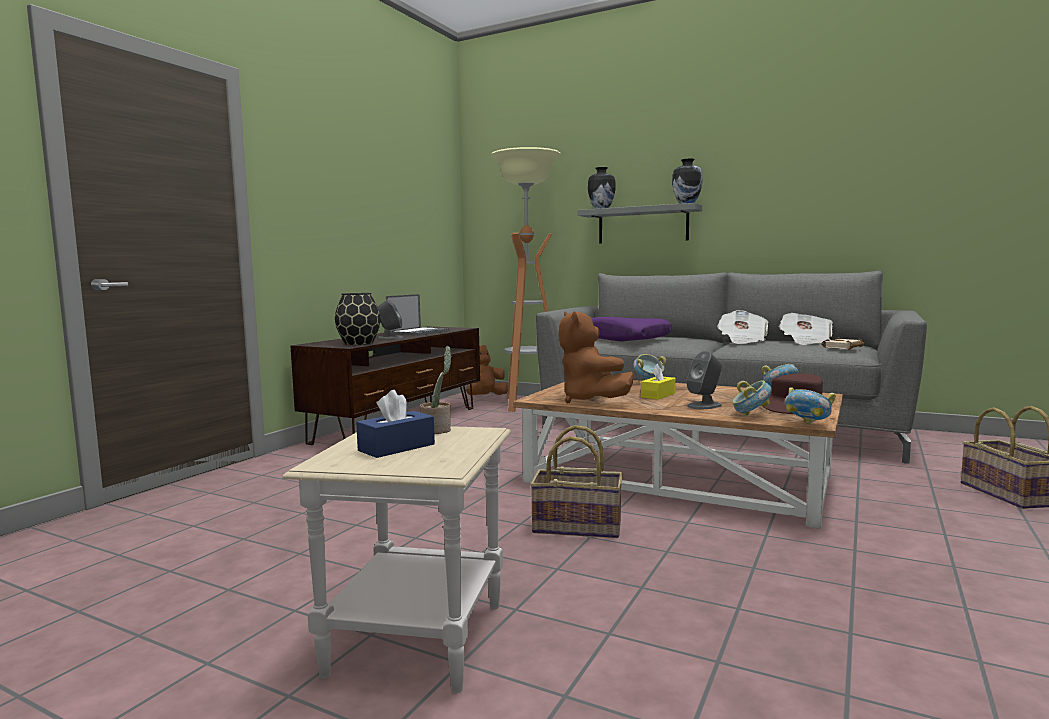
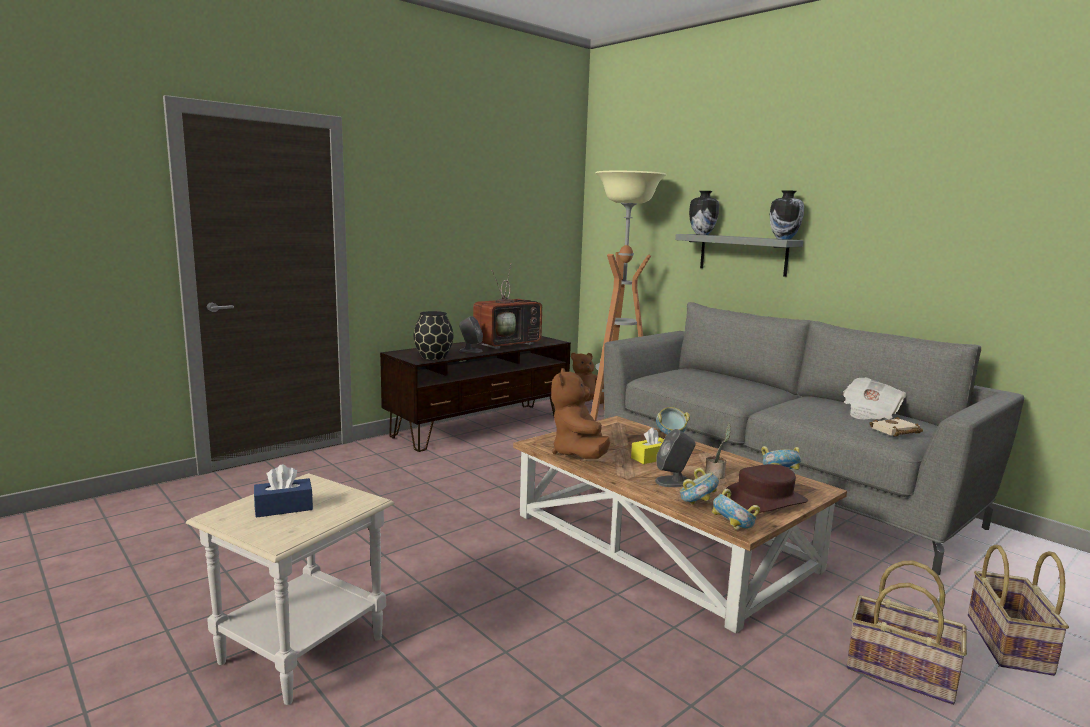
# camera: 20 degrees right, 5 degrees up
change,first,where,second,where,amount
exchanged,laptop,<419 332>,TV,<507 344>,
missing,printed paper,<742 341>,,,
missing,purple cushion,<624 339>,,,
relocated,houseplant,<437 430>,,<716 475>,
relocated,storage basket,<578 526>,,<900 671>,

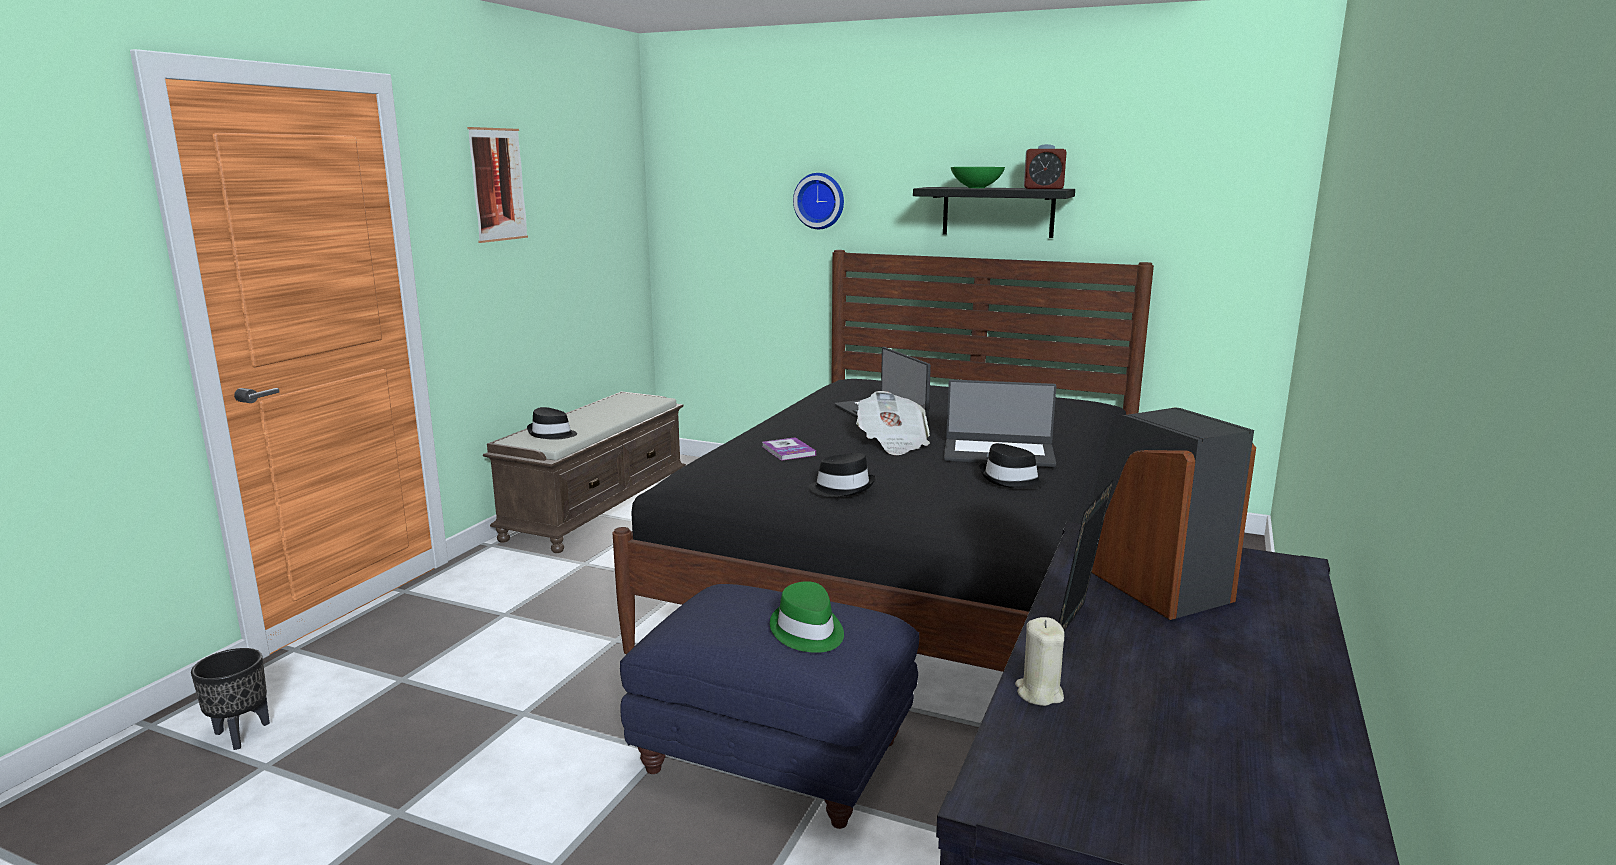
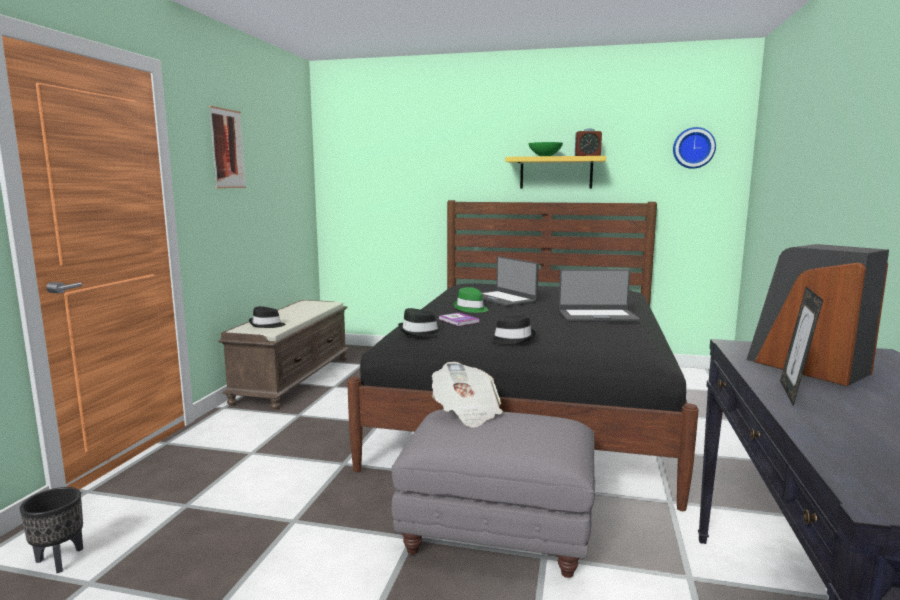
# camera: 10 degrees left, 5 degrees down
change,first,where,second,where,amount
relocated,hanging clock,<820 201>,,<693 148>,
colour,black wall shelf,<998 212>,yellow-coloured wall shelf,<556 173>,
relocated,printed paper,<892 443>,,<466 412>,
relocated,black wearable hat,<1011 480>,,<420 332>,
relocated,green wearable hat,<807 632>,,<471 308>,
colour,blue-coloured footrest,<777 758>,grey footrest,<499 533>,
missing,beige candle,<1039 693>,,,

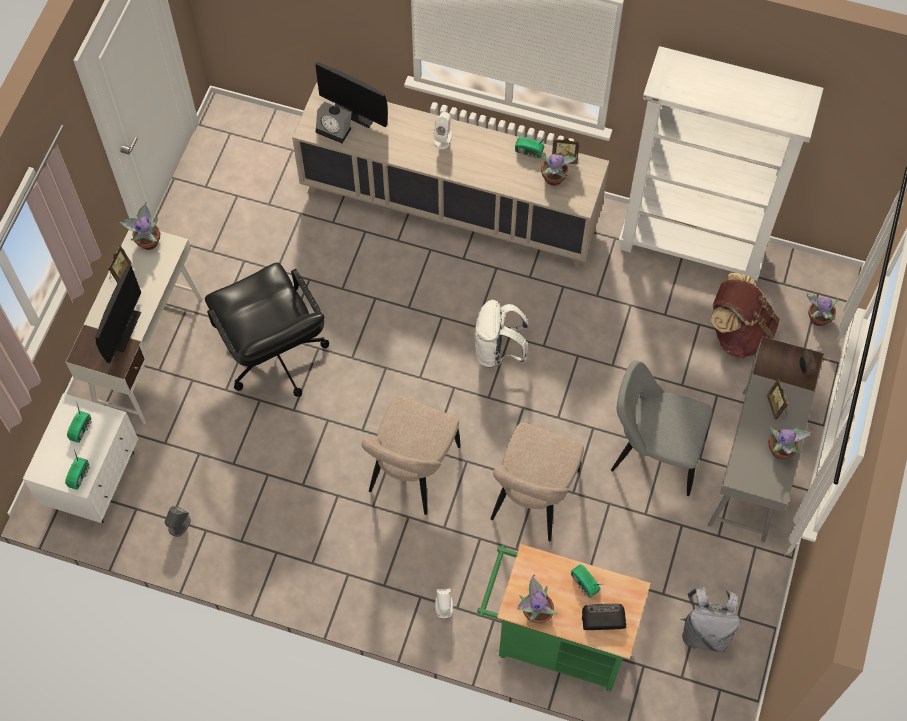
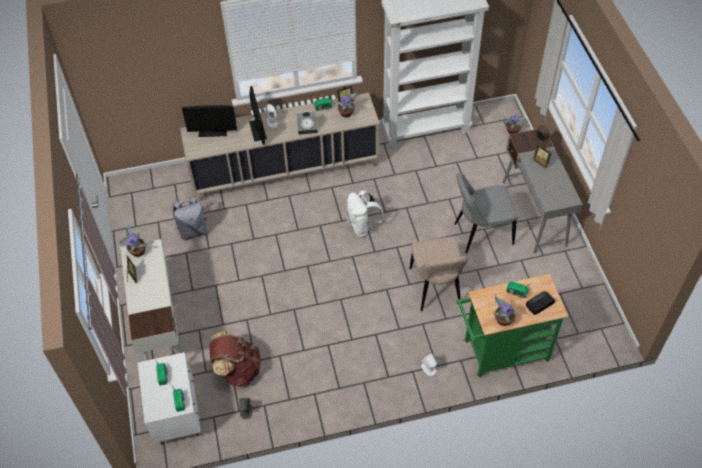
# camera: 30 degrees left, 10 degrees down
change,first,where,second,where,amount
relocated,alarm clock,<335 129>,,<308 128>,
missing,black office chair,<274 356>,,,
relocated,computer display,<122 329>,,<257 130>,
relocated,brownish rucksack,<738 332>,,<237 369>,
missing,beige plain chair,<411 473>,,,
missing,houseplant,<781 451>,,,
relocated,grey rucksack,<705 631>,,<193 231>,

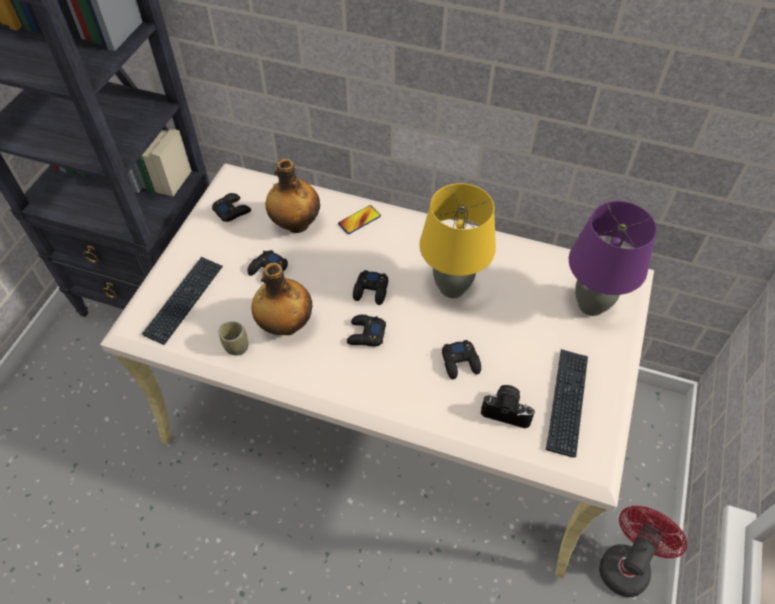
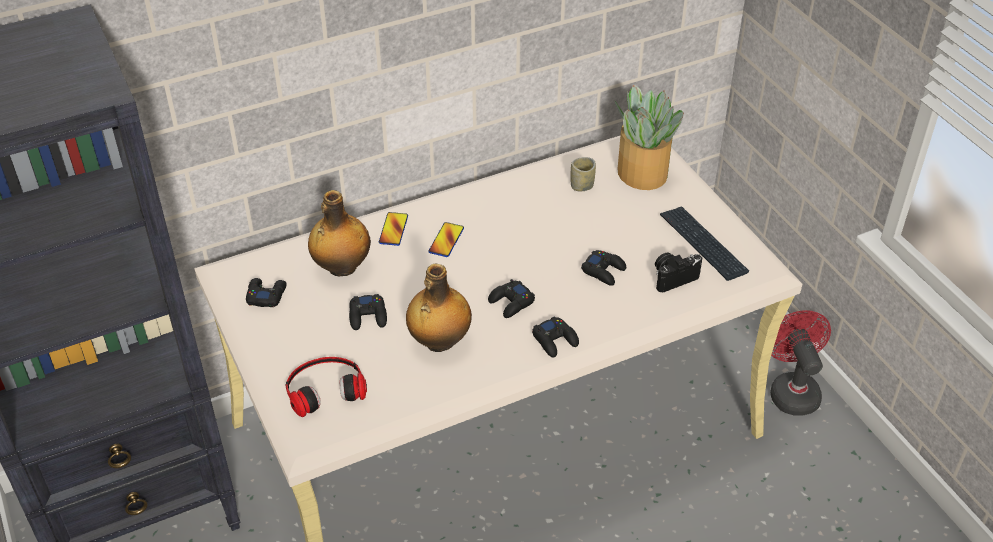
# camera: 45 degrees left, 10 degrees down
change,first,where,second,where,amount
missing,yellow-coloured lamp for a table,<452 288>,,,
exchanged,purple lamp for a table,<591 305>,houseplant,<642 174>,
exchanged,keyboard,<184 300>,pair of headphones,<325 388>,
relocated,black game controller,<371 291>,,<555 340>,
relocated,drinking cup,<236 347>,,<582 186>,
appeared,,,phone,<446 240>,

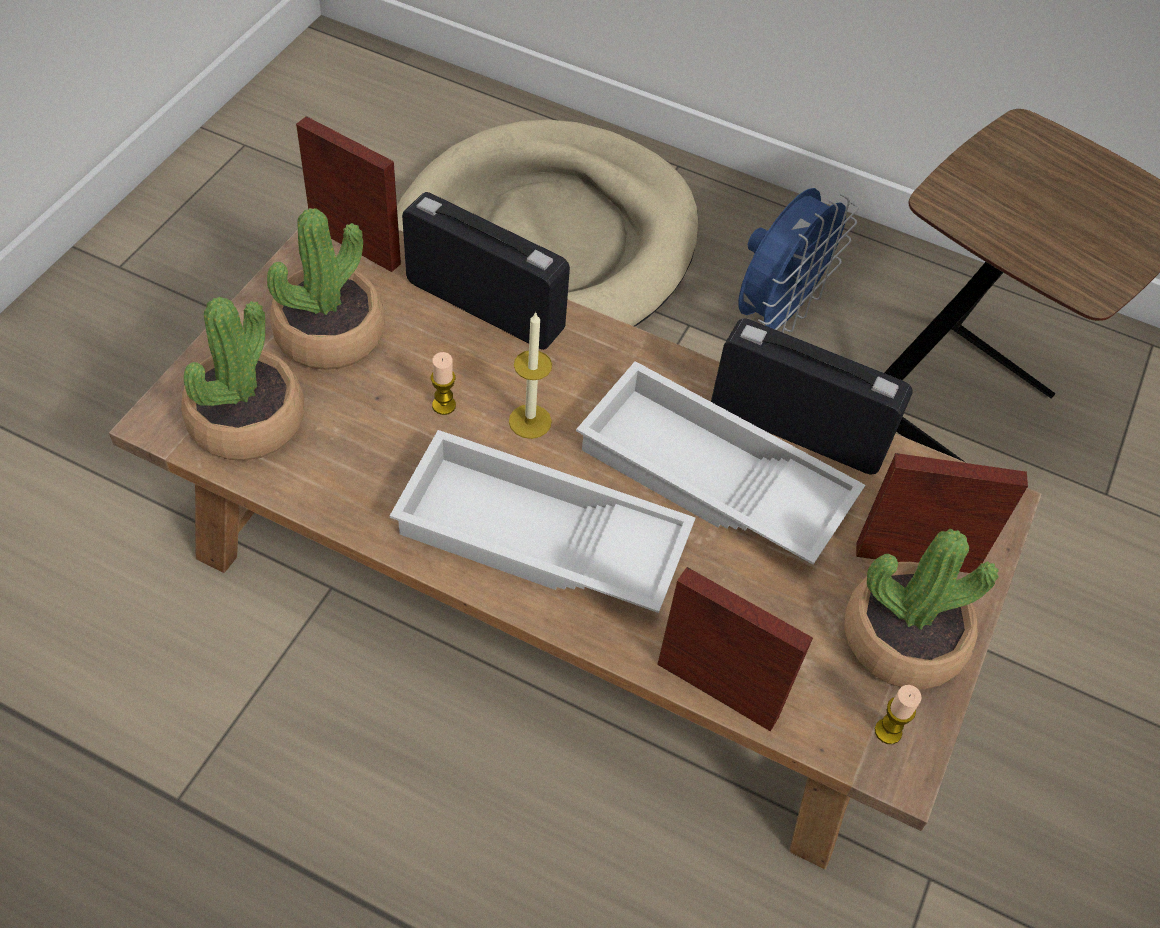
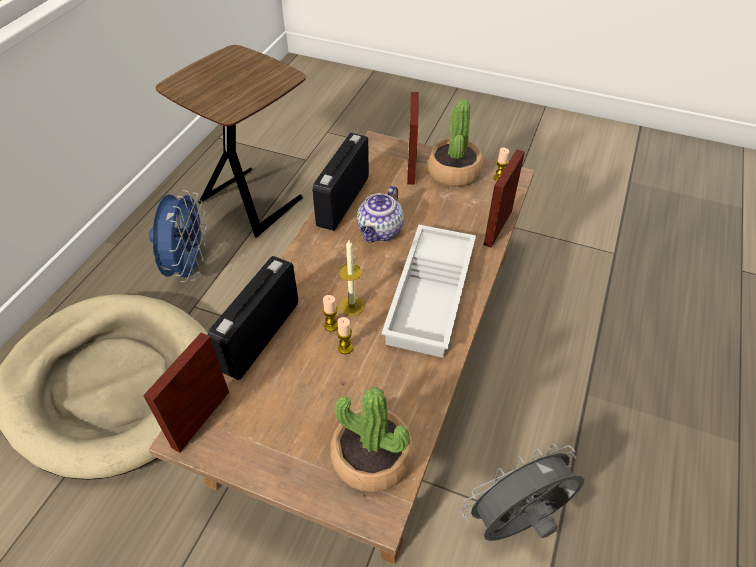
# camera: 90 degrees left, 5 degrees down
change,first,where,second,where,amount
spun,blue-coloured fan,<777 314>,,<188 267>,60 degrees clockwise
missing,houseplant,<330 333>,,,
exchanged,white tray,<709 479>,tea pot,<380 232>,
appeared,,,candle,<331 325>,
appeared,,,grey fan,<516 522>,

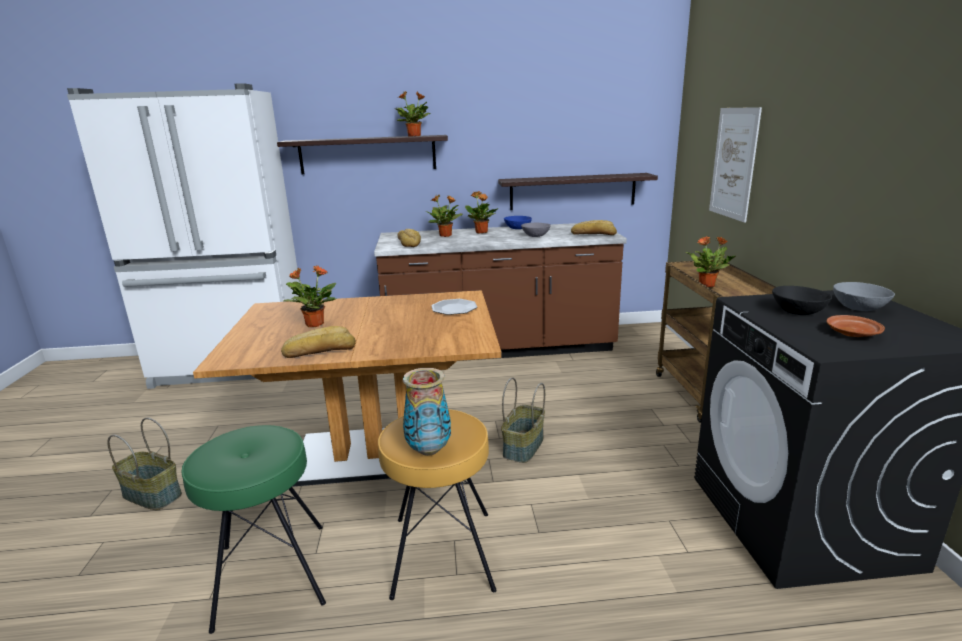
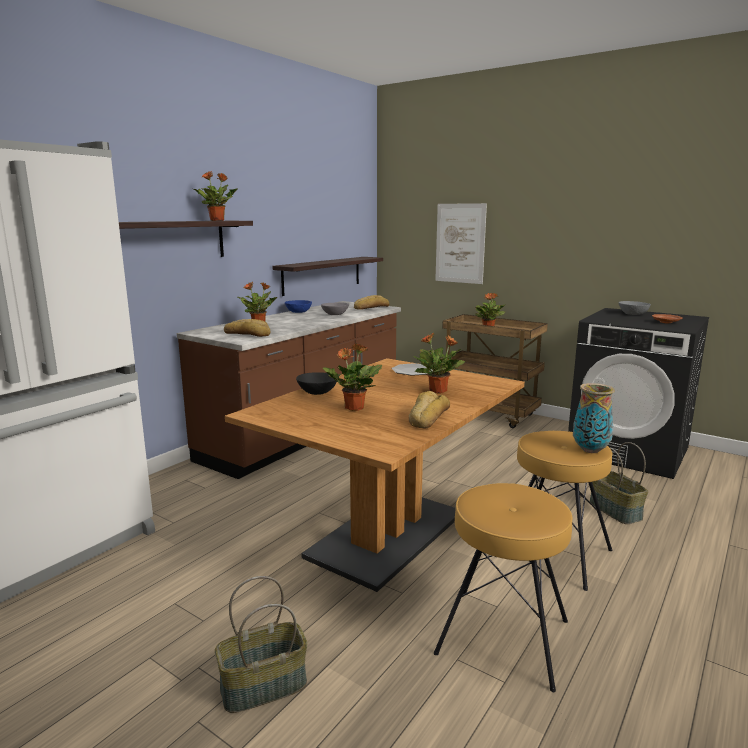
# camera: 50 degrees left, 5 degrees down
change,first,where,second,where,amount
relocated,houseplant,<481 232>,,<438 391>,
relocated,black deep dish,<797 311>,,<317 392>,
relocated,storage basket,<524 447>,,<616 510>,
colour,green stool seat,<270 574>,brownish stool seat,<503 637>,

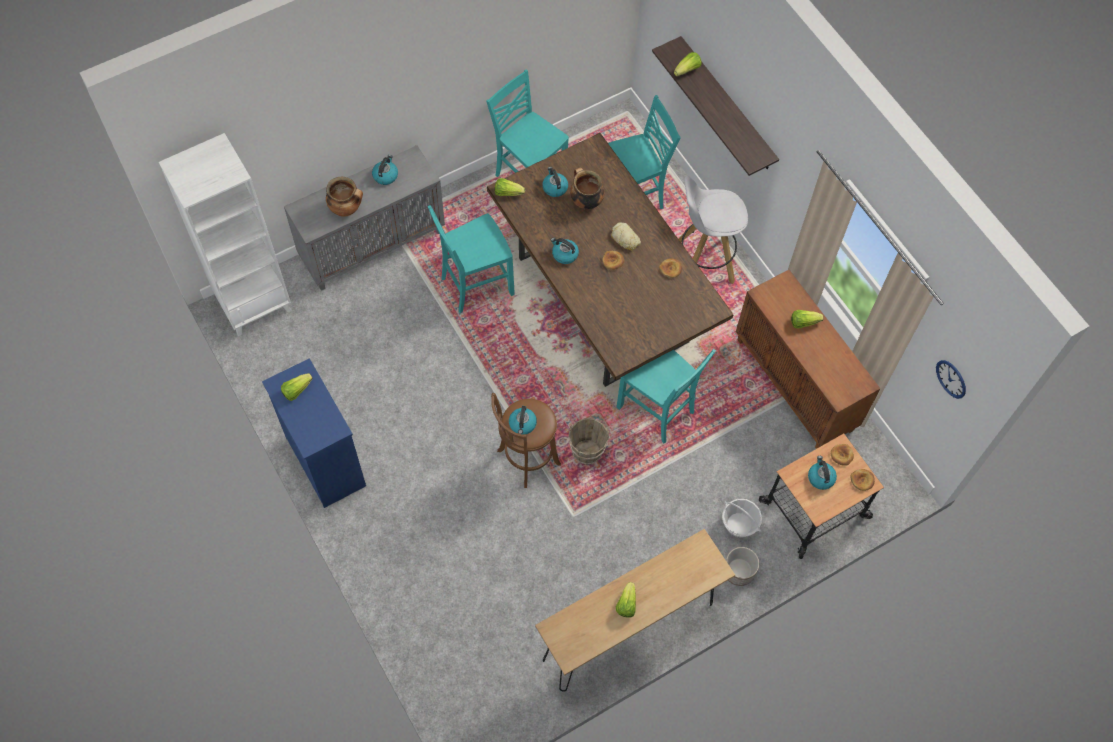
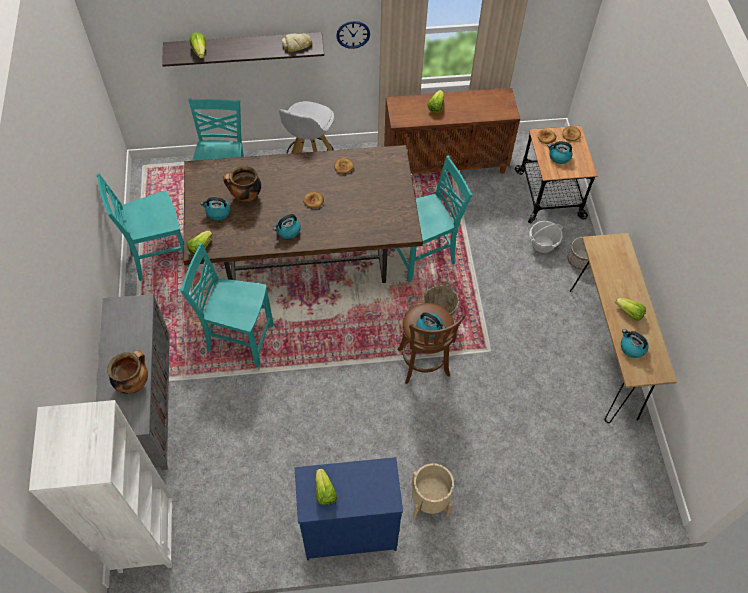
# camera: 65 degrees left, 5 degrees down
change,first,where,second,where,amount
relocated,kettle,<385 175>,,<632 347>,
spun,turquoise-coloured plain chair,<475 285>,,<238 339>,105 degrees clockwise
relocated,bread,<625 238>,,<297 45>,
relocated,hanging clock,<951 379>,,<353 34>,
appeared,,,beige planter,<430 500>,

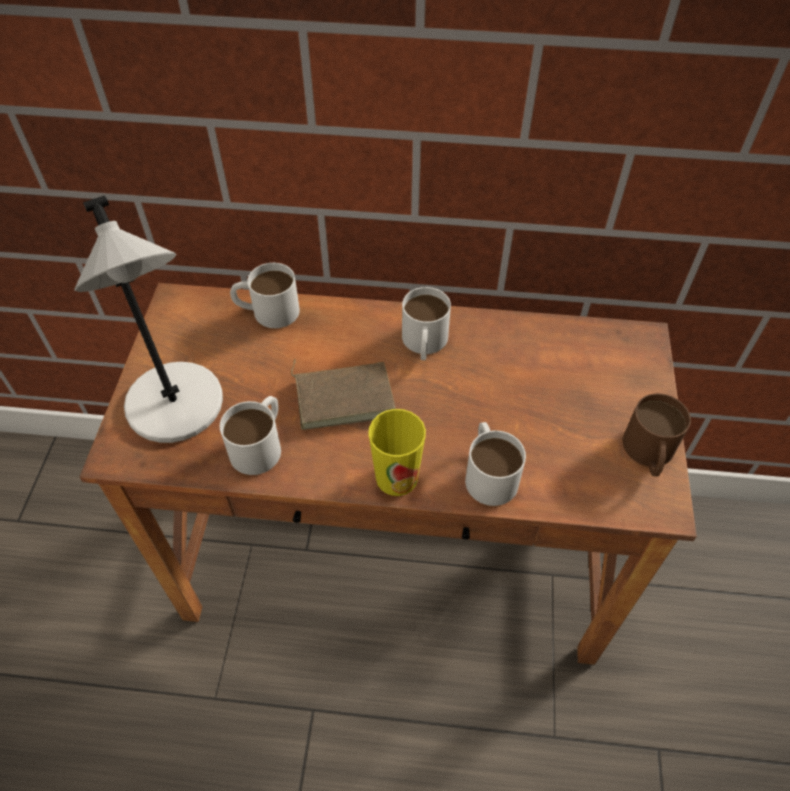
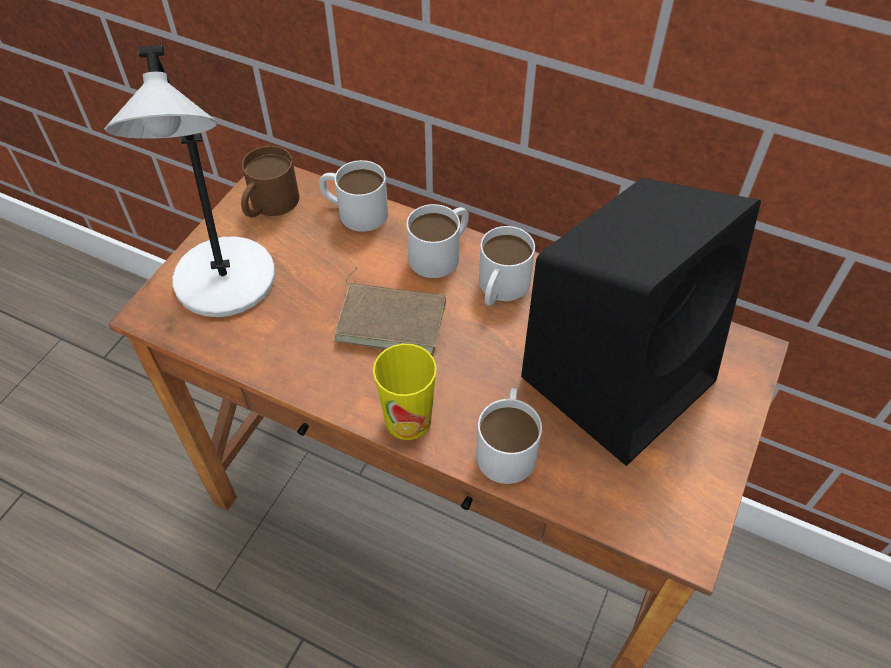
# camera: 20 degrees right, 0 degrees up
change,first,where,second,where,amount
relocated,brownish coffee mug,<649 454>,,<269 205>,
relocated,white coffee mug,<261 444>,,<441 252>,
appeared,,,black loudspeaker,<620 375>,

